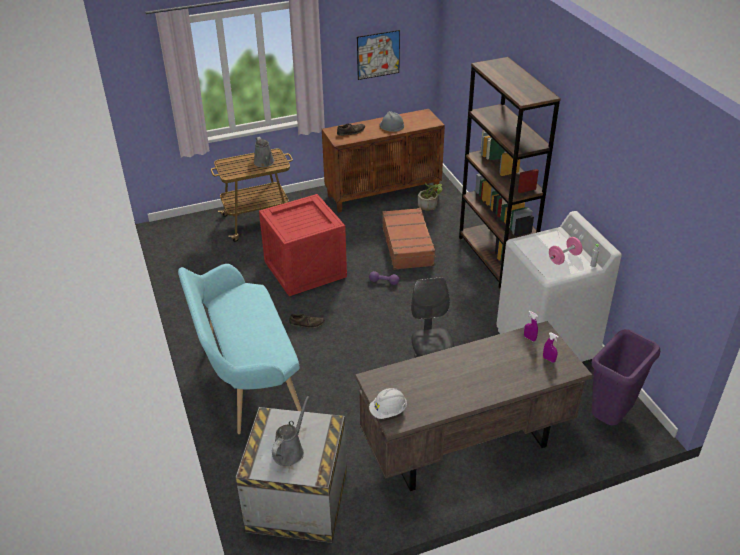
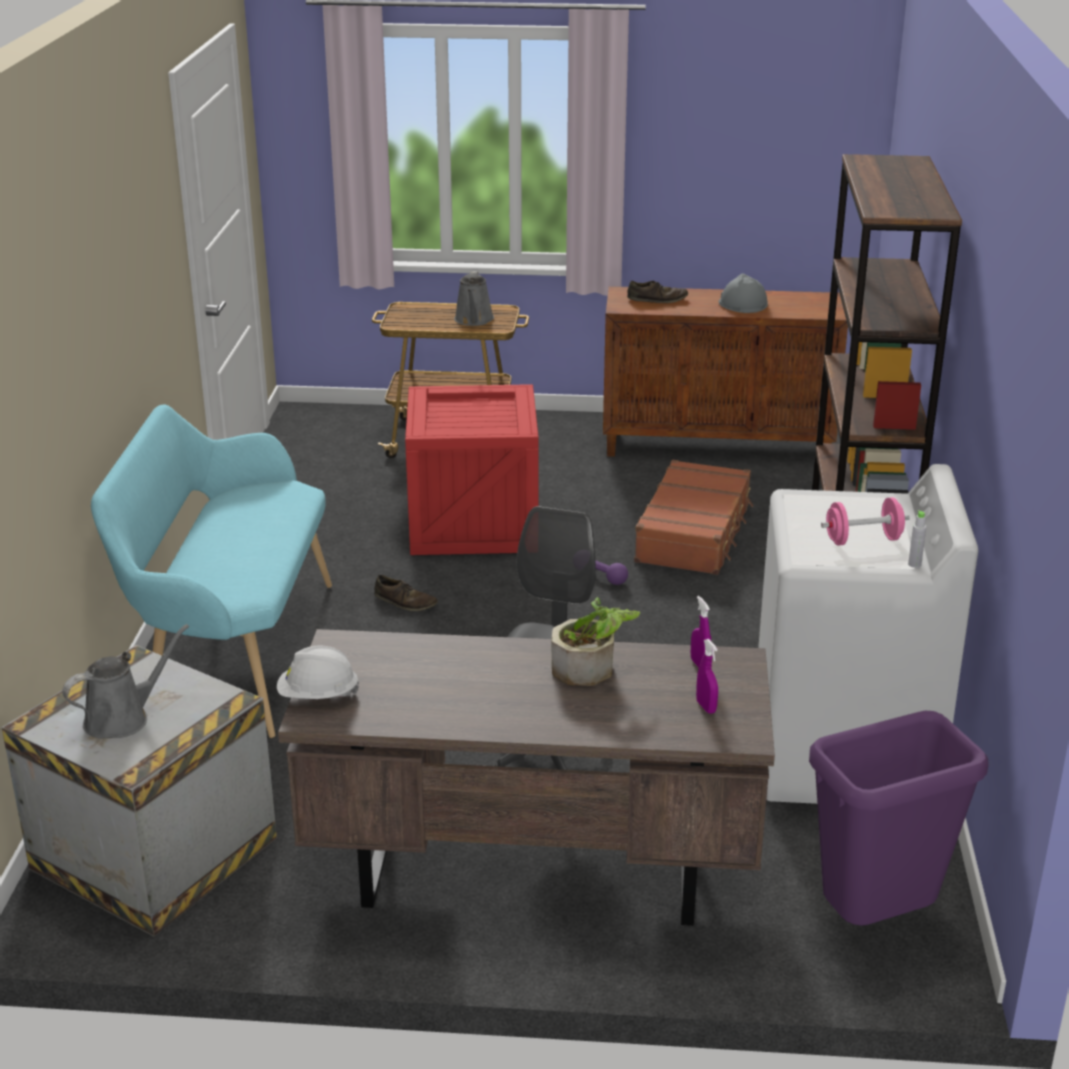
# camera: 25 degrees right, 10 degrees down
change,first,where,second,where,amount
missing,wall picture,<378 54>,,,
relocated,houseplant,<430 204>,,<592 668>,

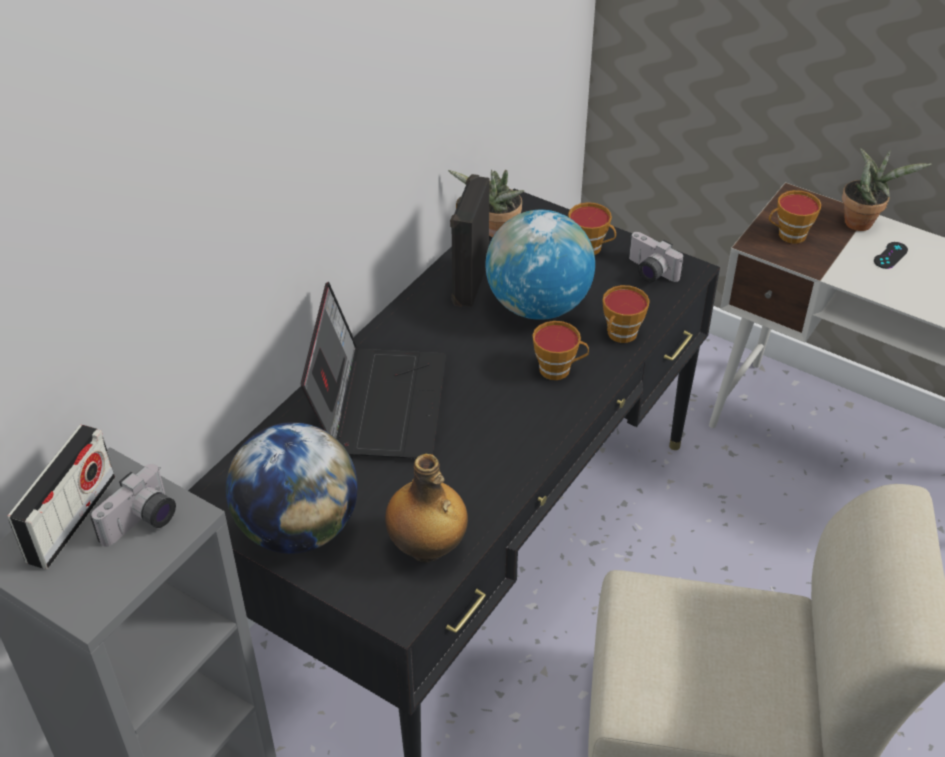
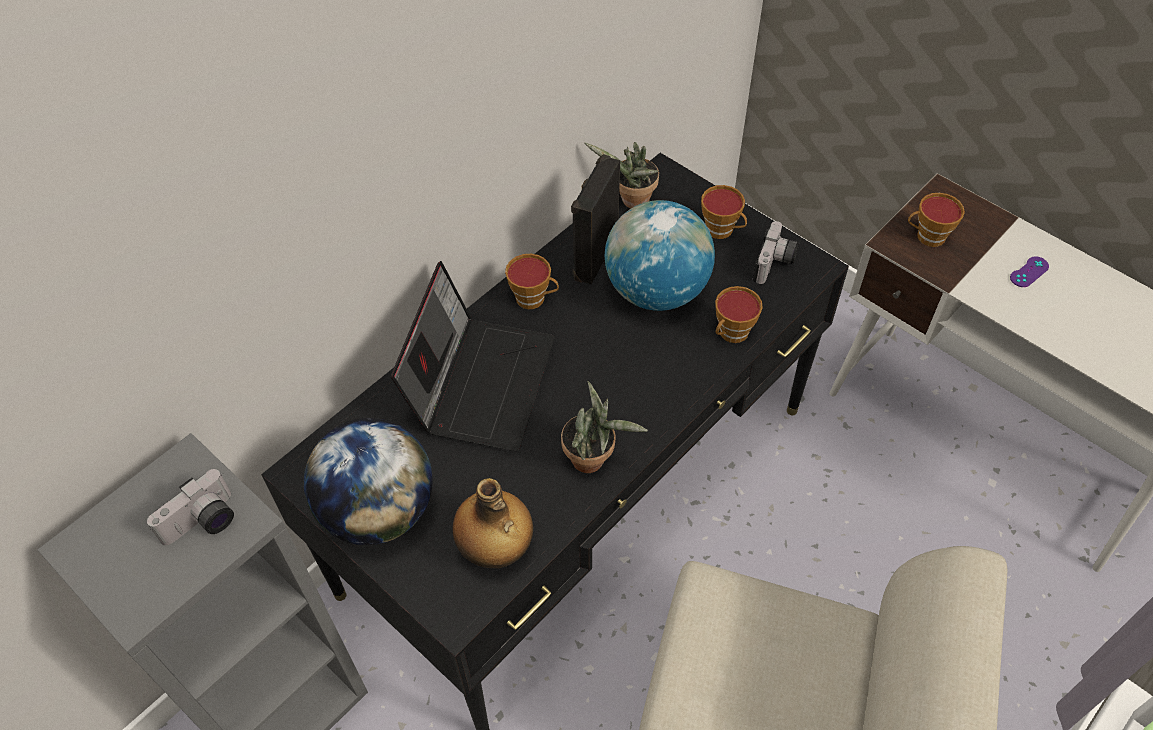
# camera: 10 degrees right, 10 degrees up
change,first,where,second,where,amount
relocated,houseplant,<862 222>,,<593 459>,
spun,photo camera,<649 272>,,<775 264>,120 degrees counterclockwise
colour,black game controller,<890 255>,purple game controller,<1029 272>,
relocated,drinking cup,<558 369>,,<534 298>,
missing,radio set,<71 519>,,,

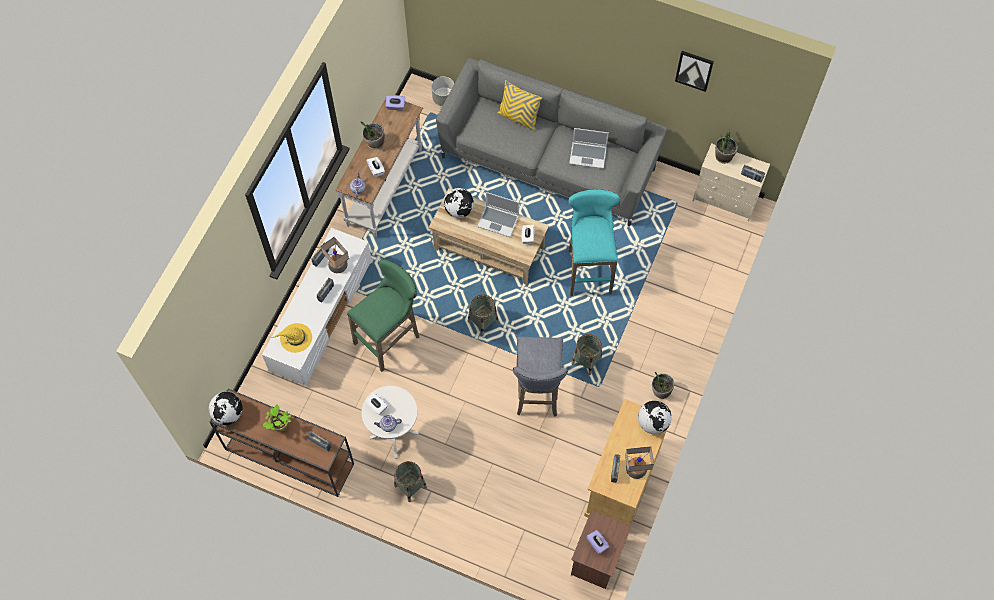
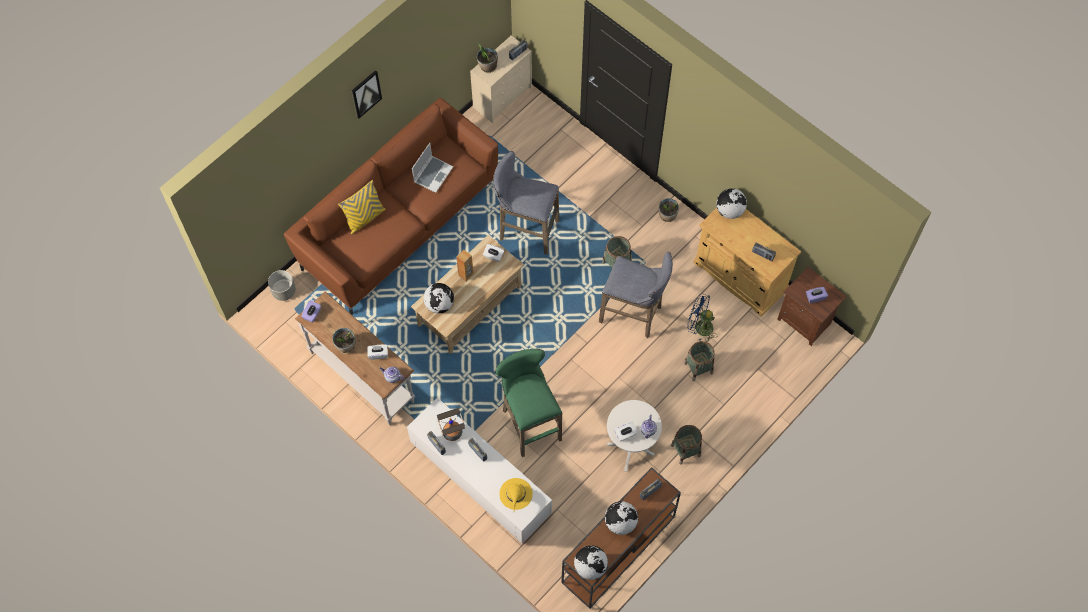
# camera: 70 degrees left, 0 degrees up
change,first,where,second,where,amount
relocated,wall picture,<694 70>,,<366 93>,
colour,grey sofa,<549 162>,brownish sofa,<399 224>,
colour,turquoise-coloured stool seat,<588 269>,grey stool seat,<525 230>,
exchanged,laptop,<499 221>,brownish loudspeaker,<466 274>,
relocated,storage basket,<483 322>,,<698 368>,
exchanged,houseplant,<280 426>,desk globe,<620 523>,
missing,lamp for a table,<636 469>,,,
appeared,,,blue-coloured fan,<699 327>,

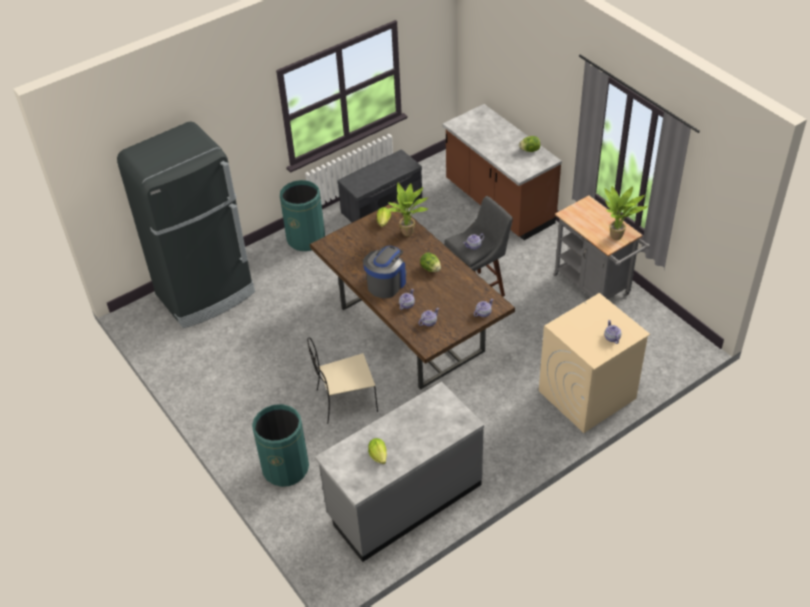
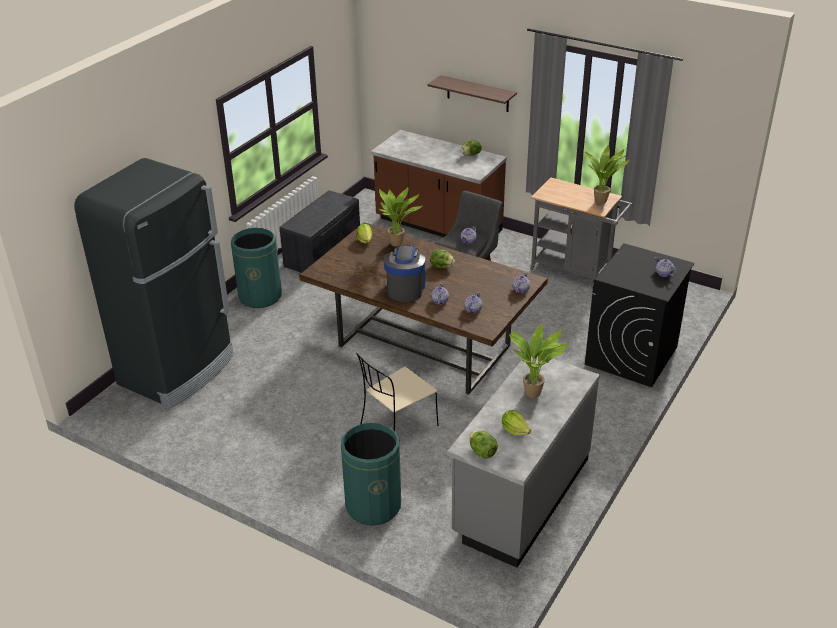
# camera: 25 degrees left, 10 degrees down
change,first,where,second,where,amount
colour,beige laundry machine,<587 395>,black laundry machine,<631 356>,
appeared,,,wall shelf,<477 94>,
appeared,,,houseplant,<534 393>,
appeared,,,lettuce,<482 452>,

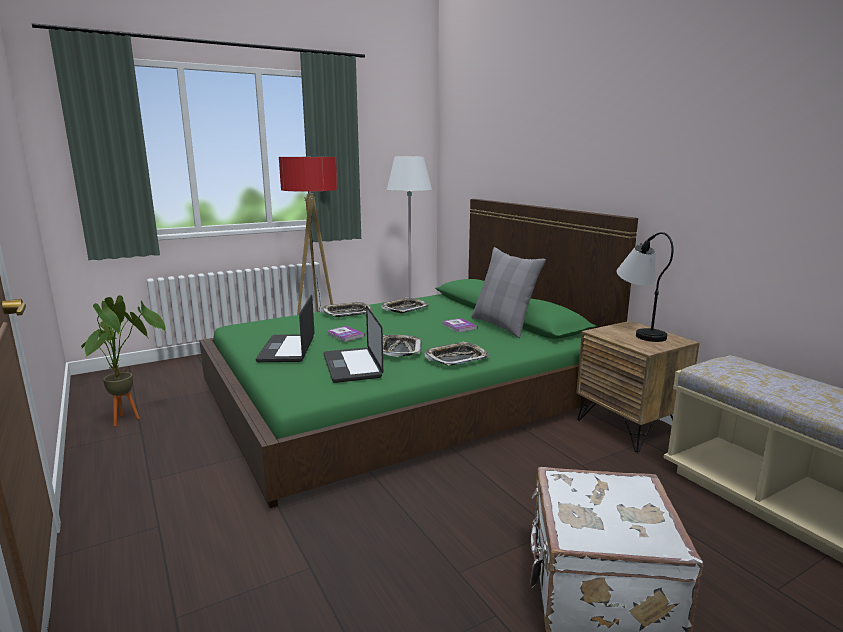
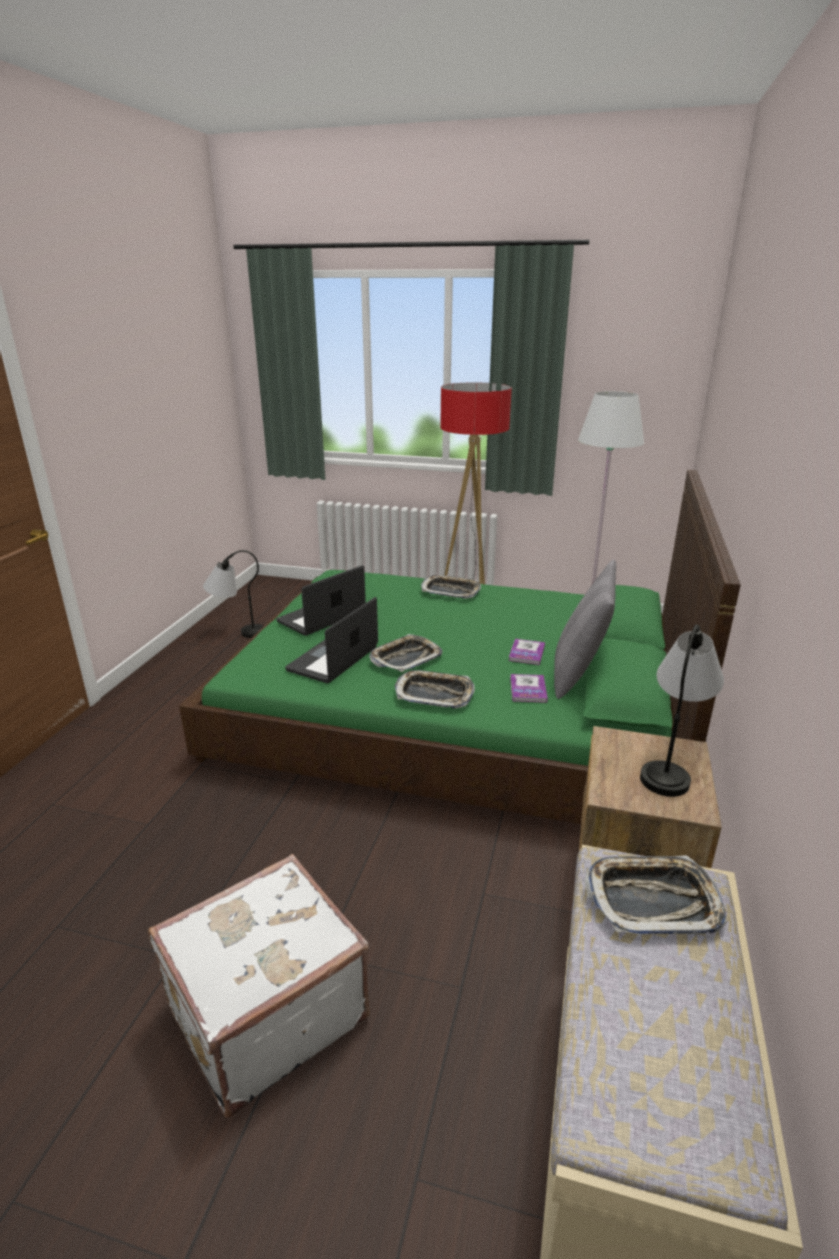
# camera: 45 degrees right, 10 degrees up
change,first,where,second,where,amount
exchanged,houseplant,<131 417>,lamp for a table,<237 632>,
relocated,tray,<404 309>,,<653 900>,
relocated,volume,<345 335>,,<528 689>,

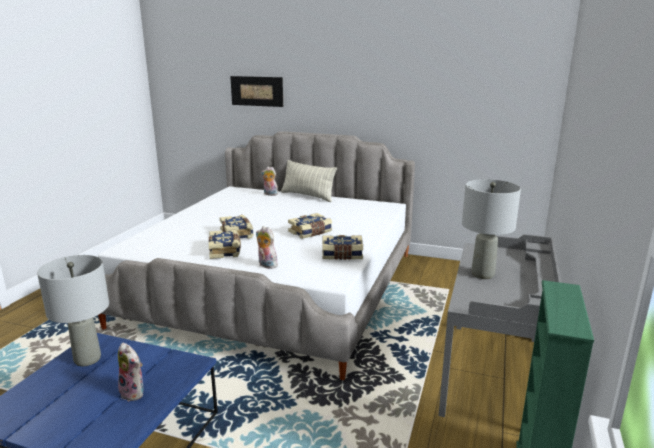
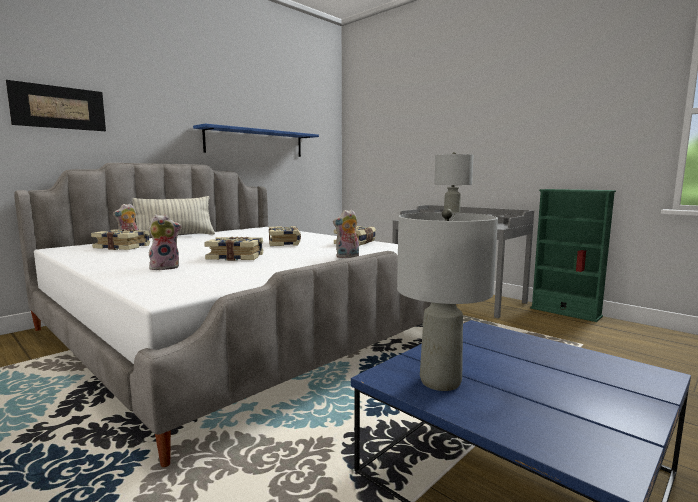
# camera: 65 degrees left, 10 degrees down
change,first,where,second,where,amount
relocated,volume,<225 251>,,<123 247>,
relocated,plush toy,<134 392>,,<165 267>,
appeared,,,blue-coloured wall shelf,<256 143>,

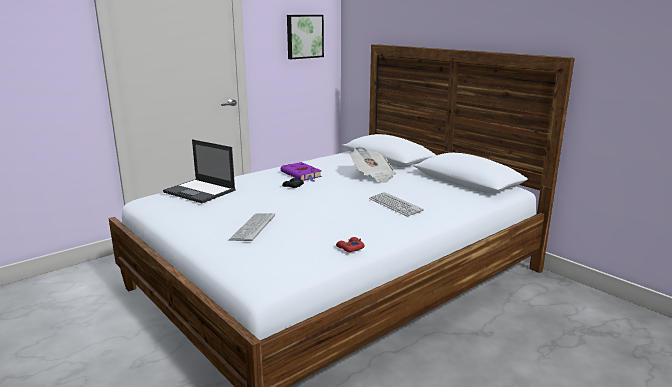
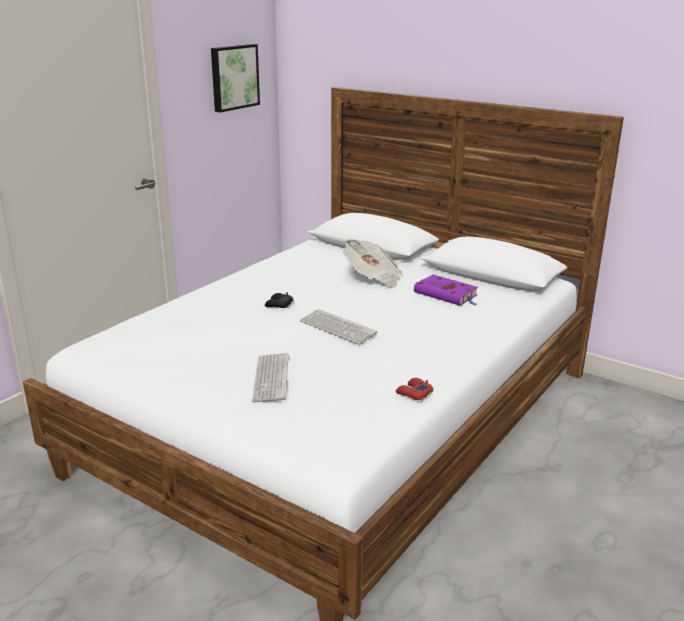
# camera: 15 degrees left, 5 degrees up
change,first,where,second,where,amount
missing,laptop,<200 191>,,,
relocated,purple volume,<302 174>,,<447 294>,
relocated,keyboard,<395 205>,,<337 328>,

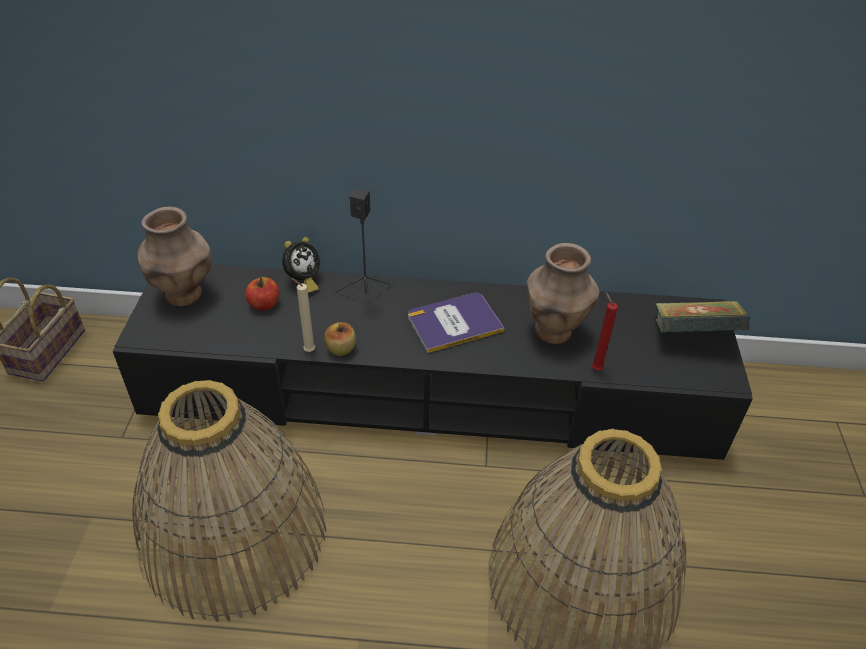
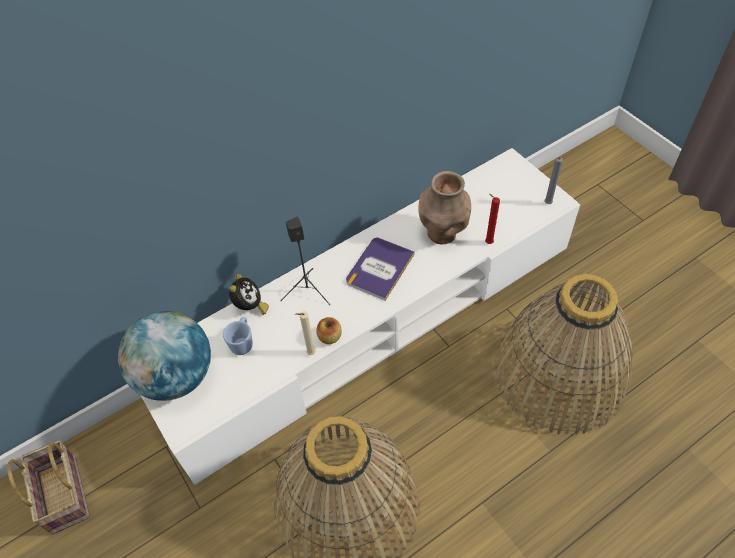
# camera: 35 degrees left, 10 degrees up
change,first,where,second,where,amount
exchanged,brownish vase,<184 295>,desk globe,<176 376>,
colour,black tv unit,<432 390>,white tv unit,<371 321>,
exchanged,apple fruit,<264 304>,blue-coloured coffee mug,<243 342>,
missing,volume,<692 336>,,,
appeared,,,grey candle,<547 204>,

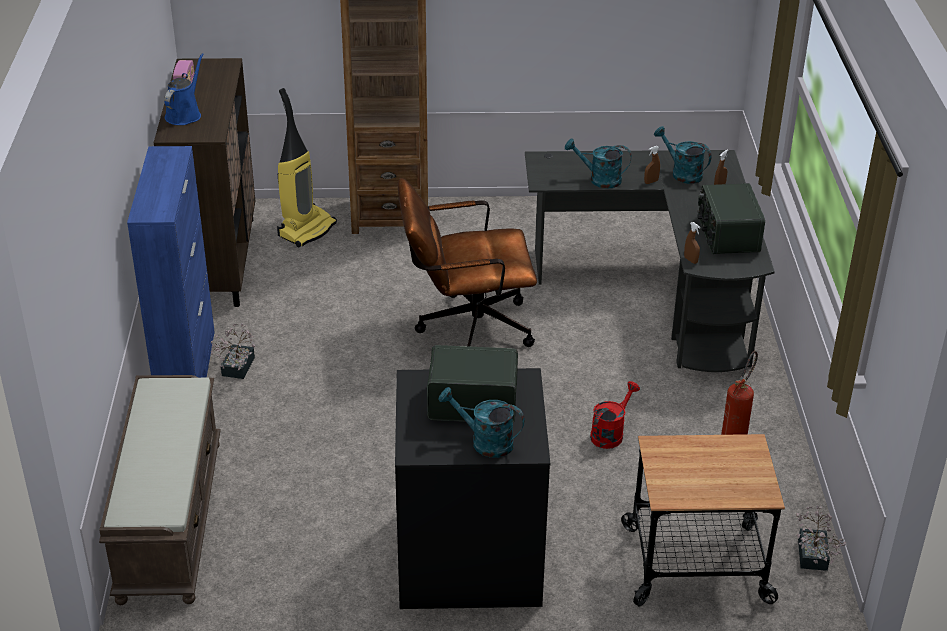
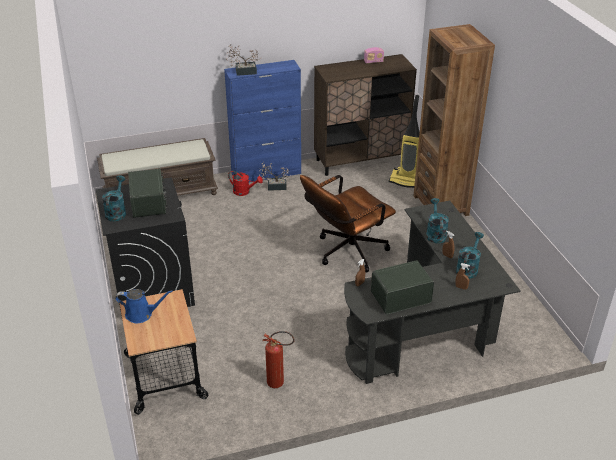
# camera: 75 degrees right, 0 degrees up
change,first,where,second,where,amount
relocated,blue-coloured watering pot,<185 114>,,<141 314>,
spun,brownish office chair,<465 328>,,<346 253>,105 degrees counterclockwise
relocated,red watering pot,<610 433>,,<244 192>,
relocated,houseplant,<812 558>,,<243 72>,

